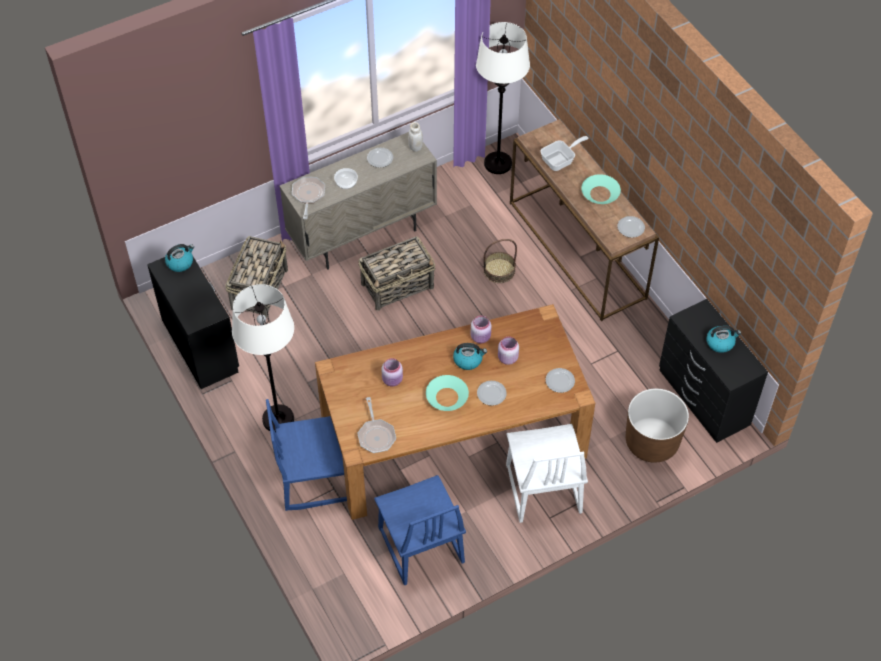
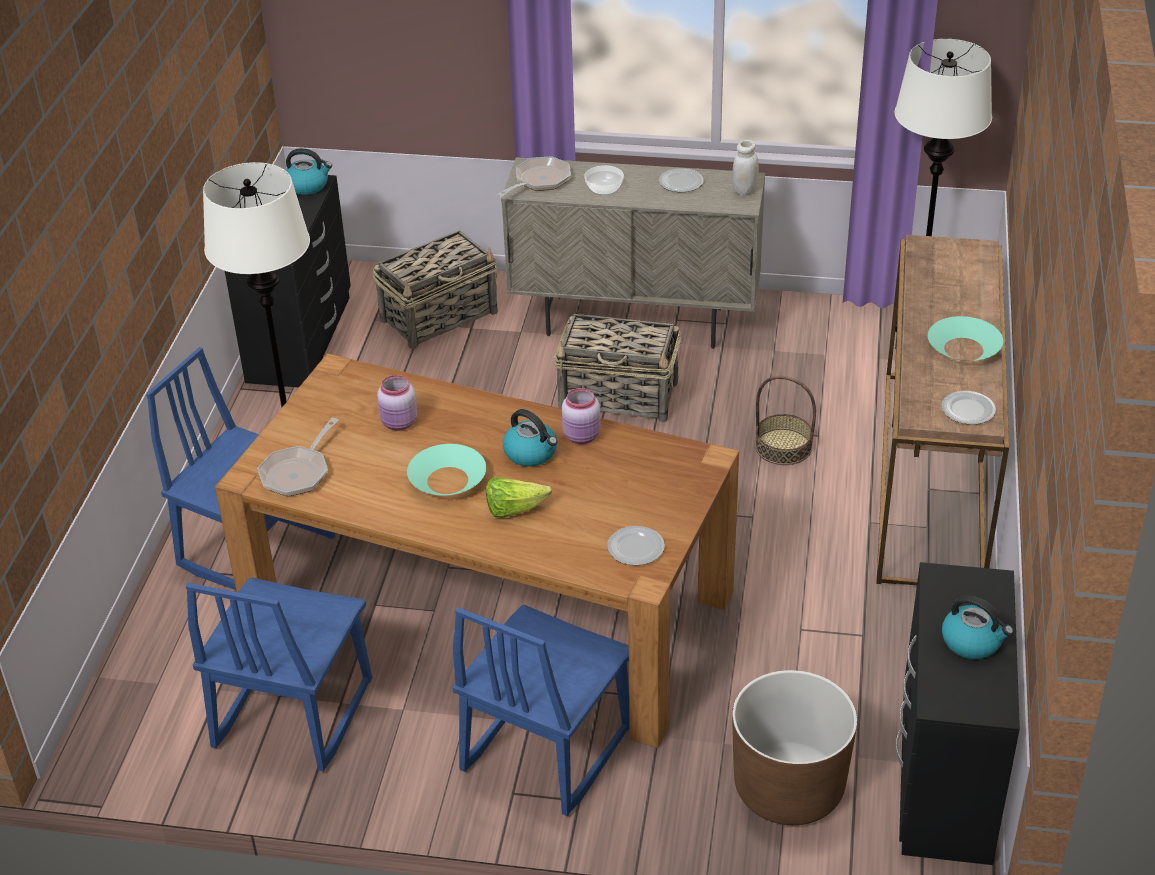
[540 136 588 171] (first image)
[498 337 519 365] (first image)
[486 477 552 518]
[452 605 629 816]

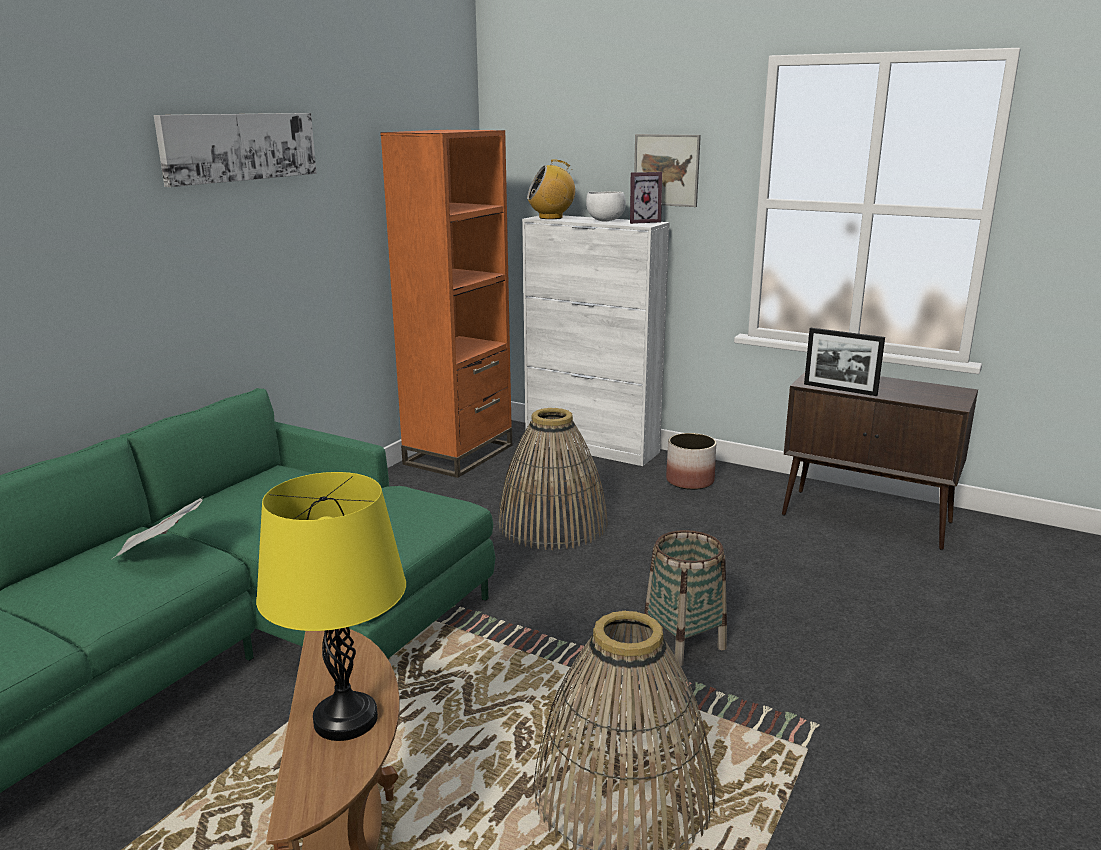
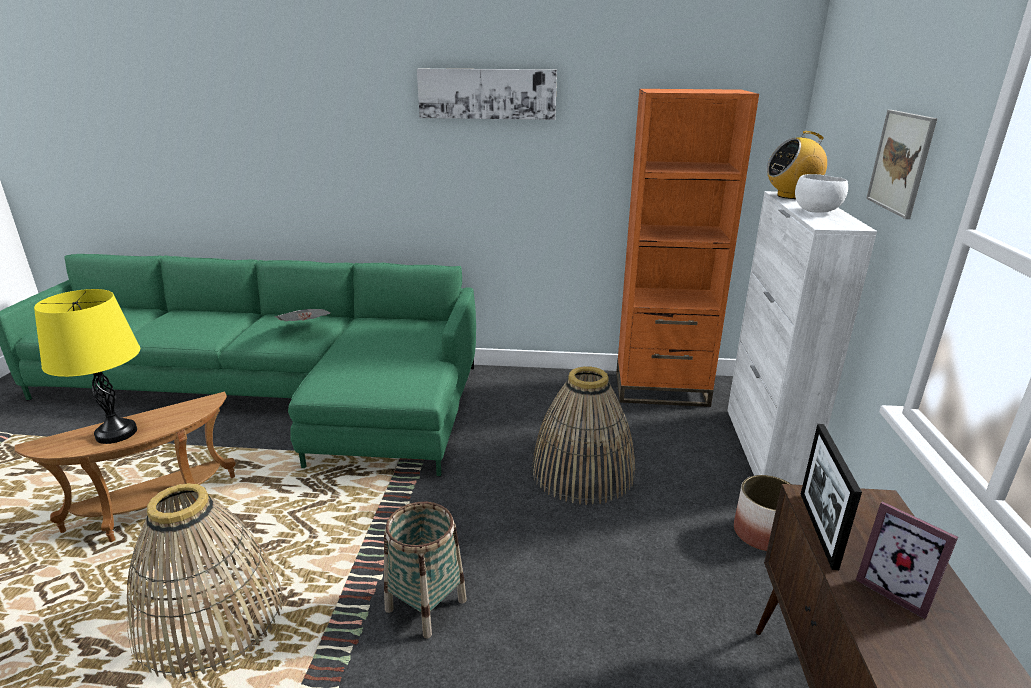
[767 131 827 199]
[856 501 958 619]

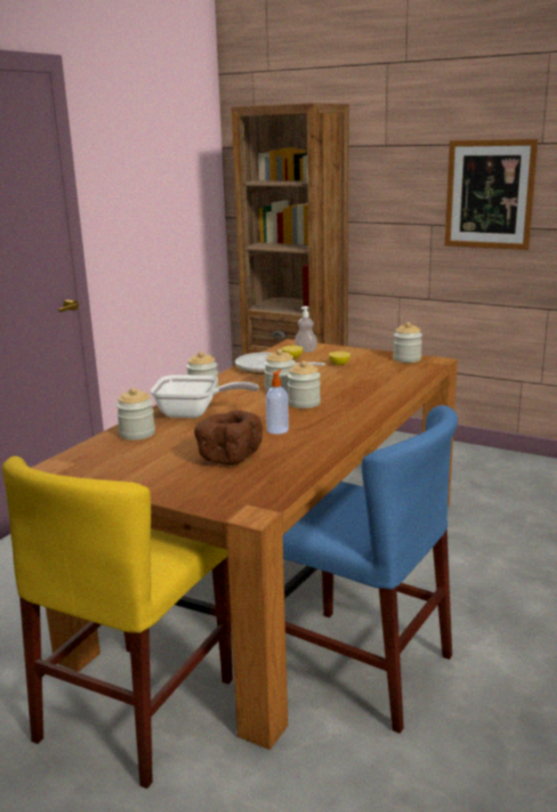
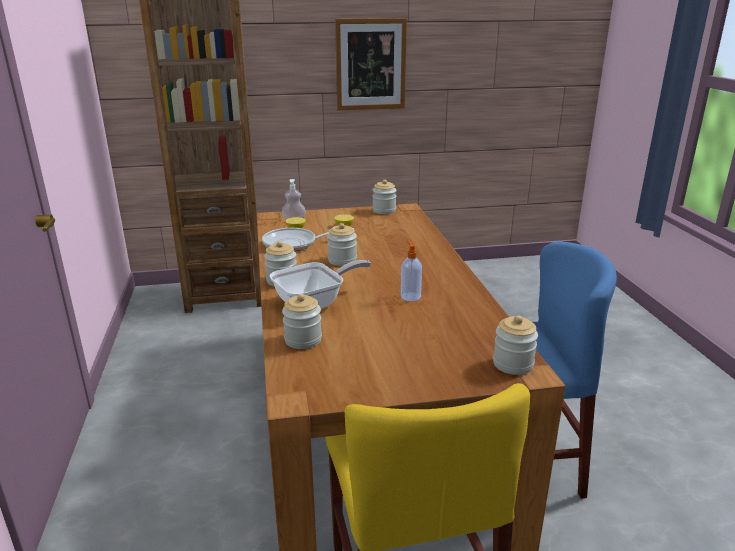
[493 316 538 375]
[194 410 263 465] (first image)

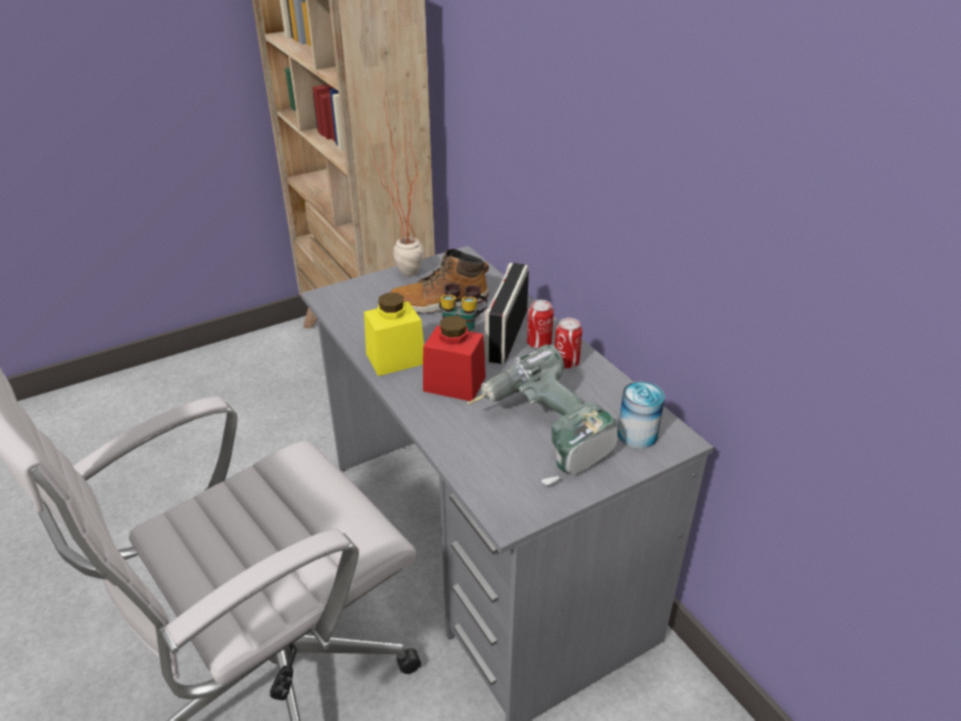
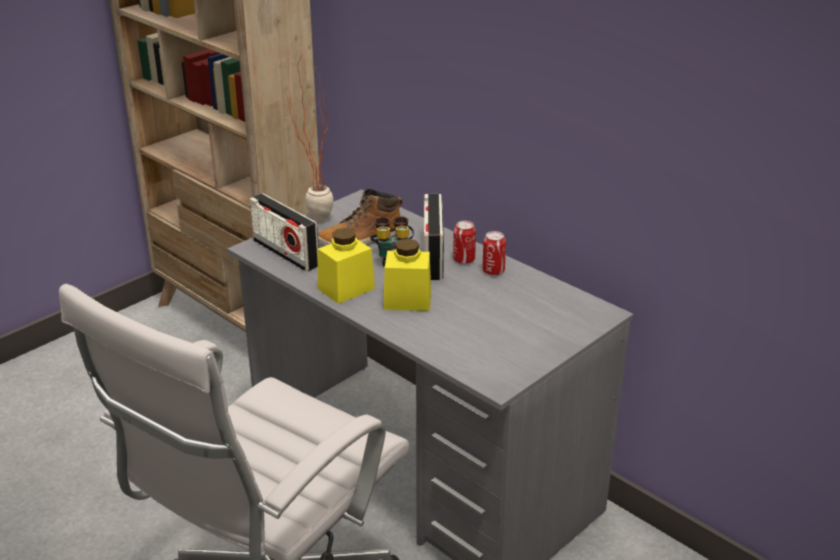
[383 239 431 311]
[466 345 618 485] (first image)
[617 381 665 449] (first image)
[250 193 319 272]

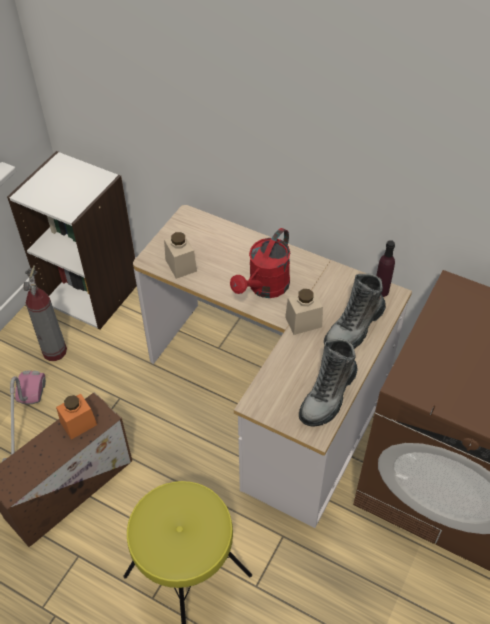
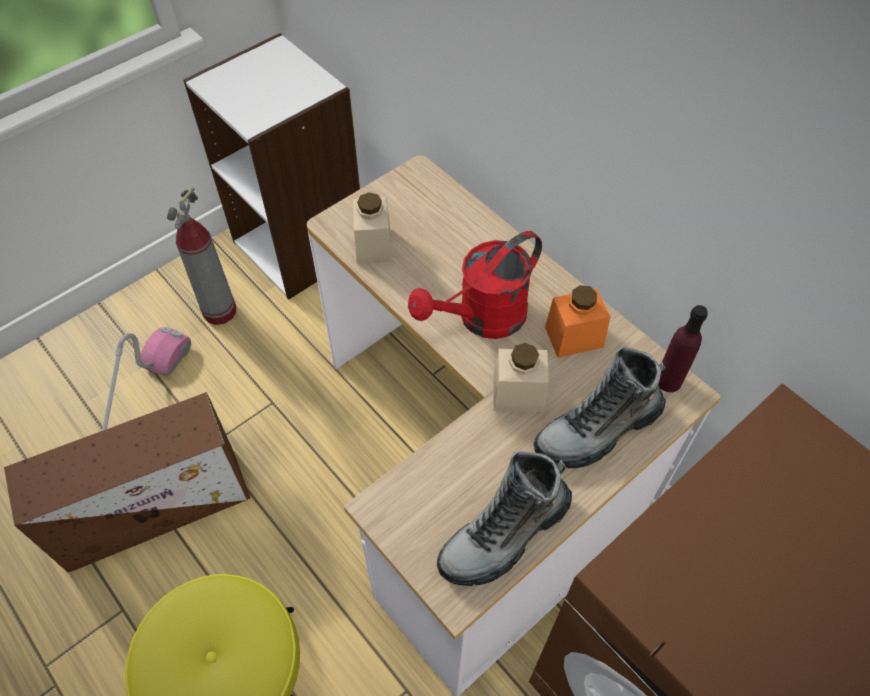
[545 285 610 358]

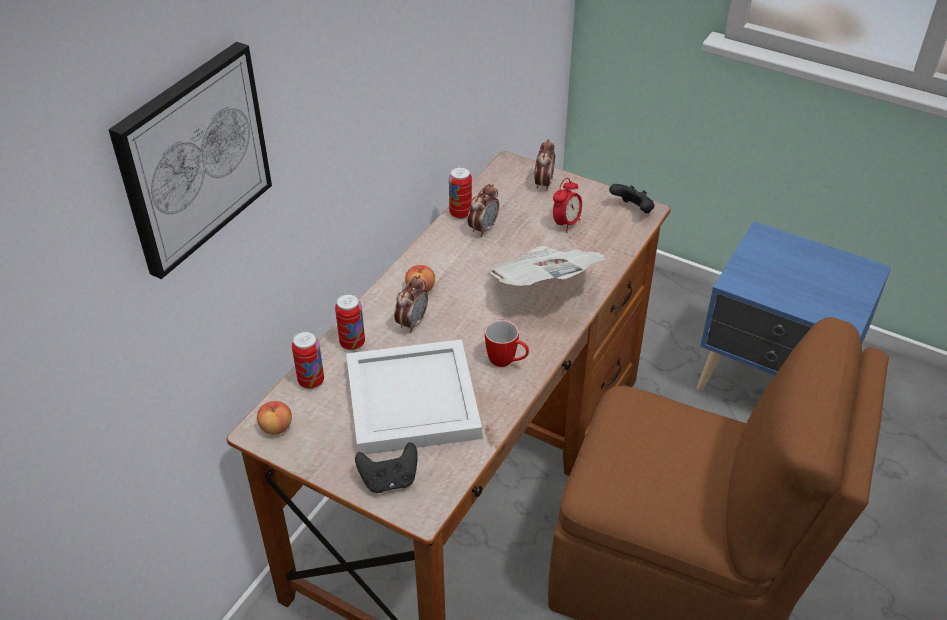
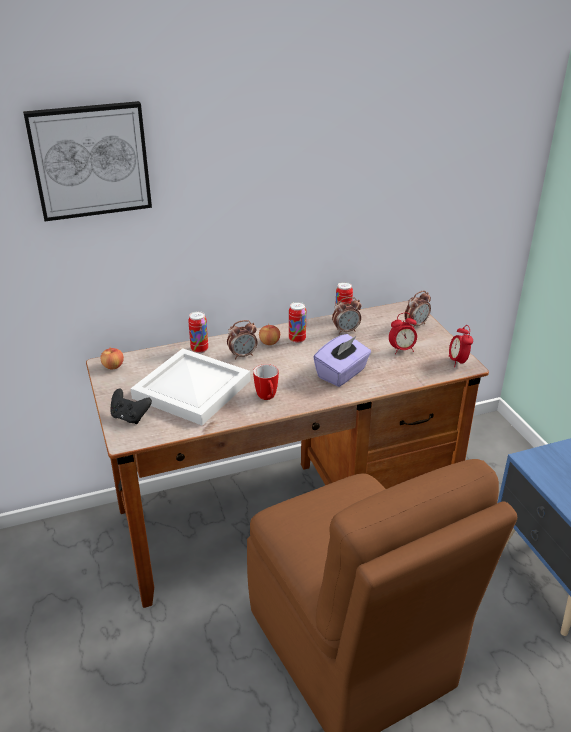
[449 325 473 367]
[313 334 371 387]
[289 302 306 343]

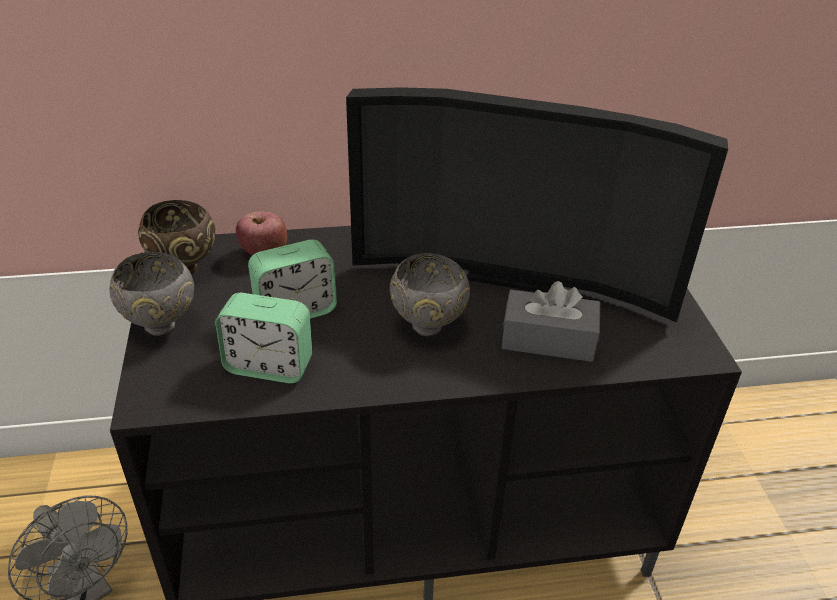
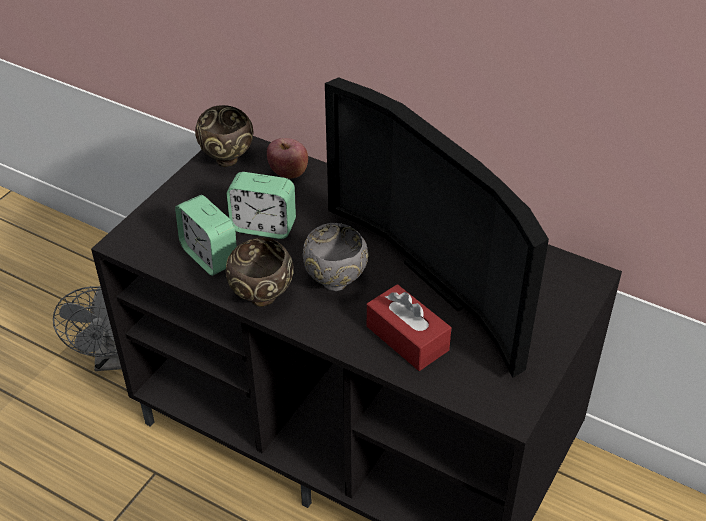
[109 252 194 336] (first image)
[367 284 451 371]
[226 237 294 307]

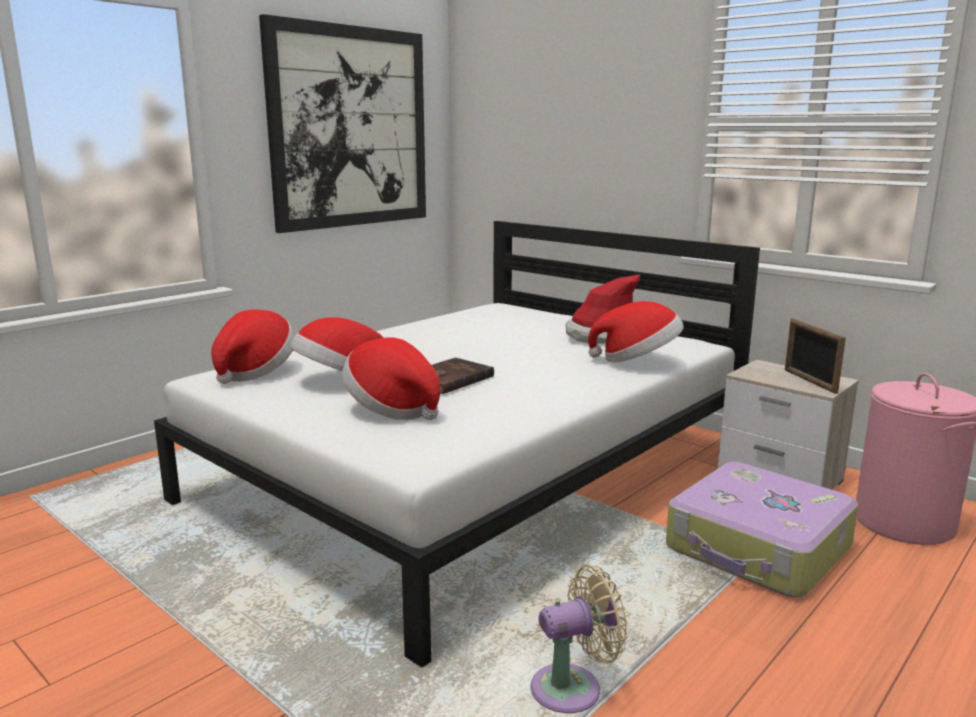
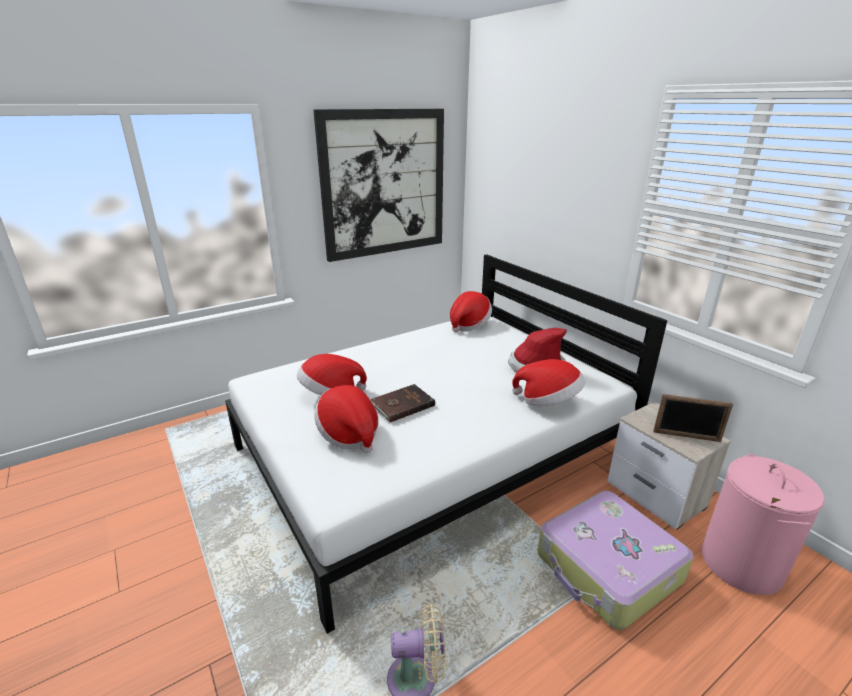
[450 291 492 332]
[653 394 733 442]

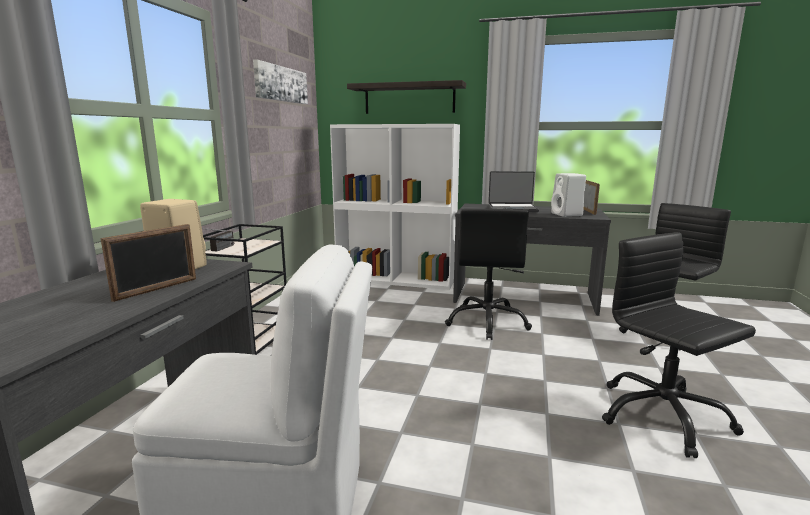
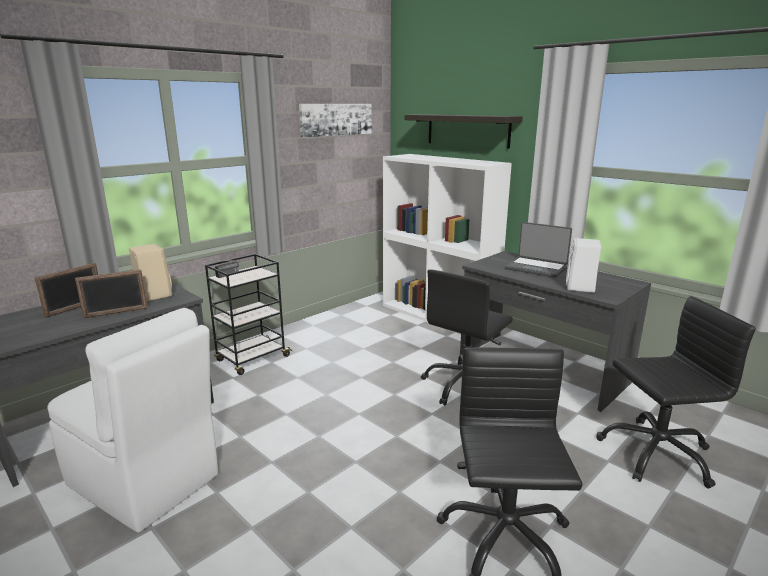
[34 263 98 318]

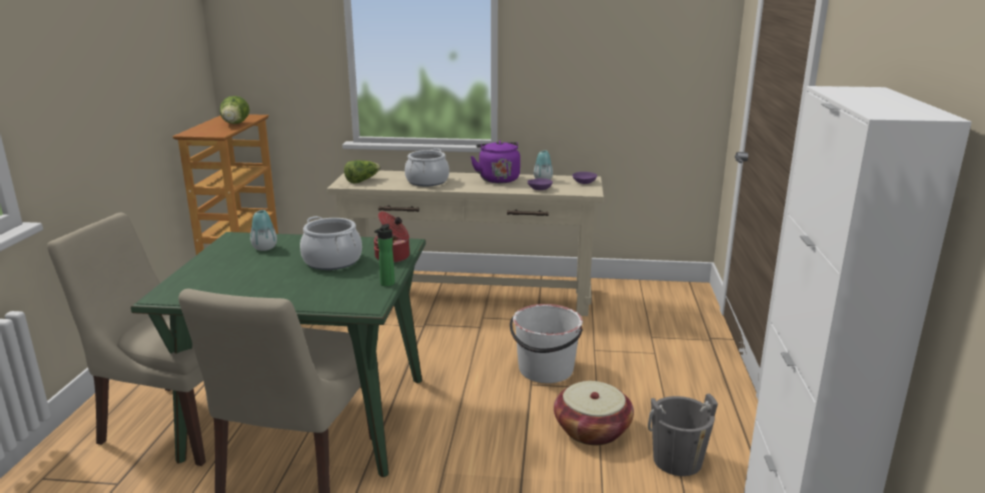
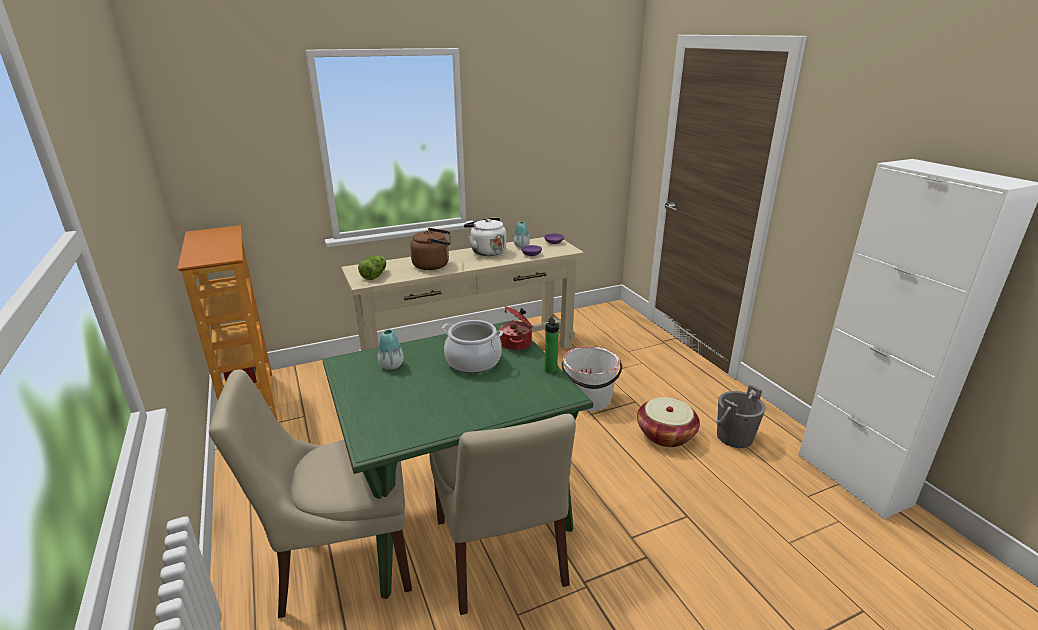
[220 96 250 124] (first image)
[464 218 506 256]
[410 228 451 270]

